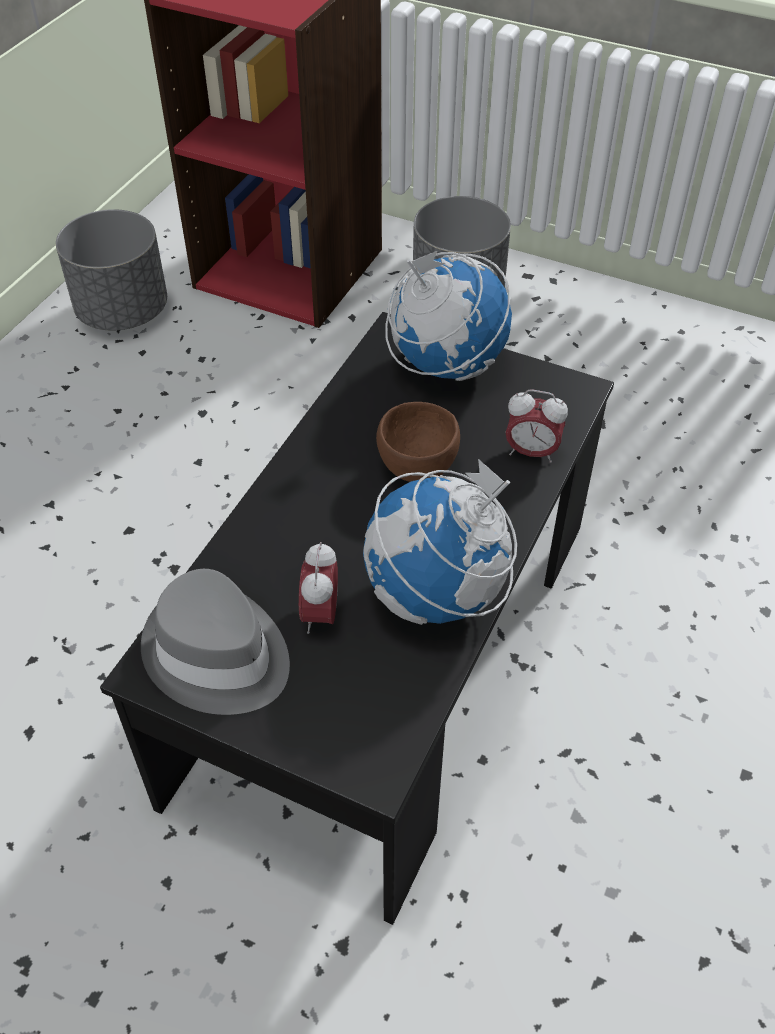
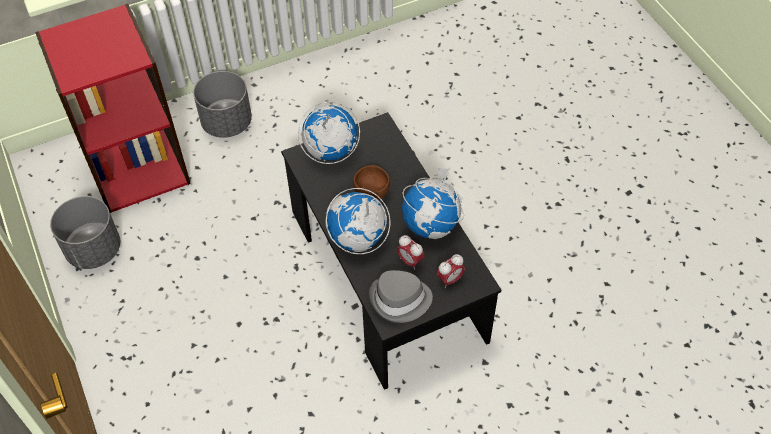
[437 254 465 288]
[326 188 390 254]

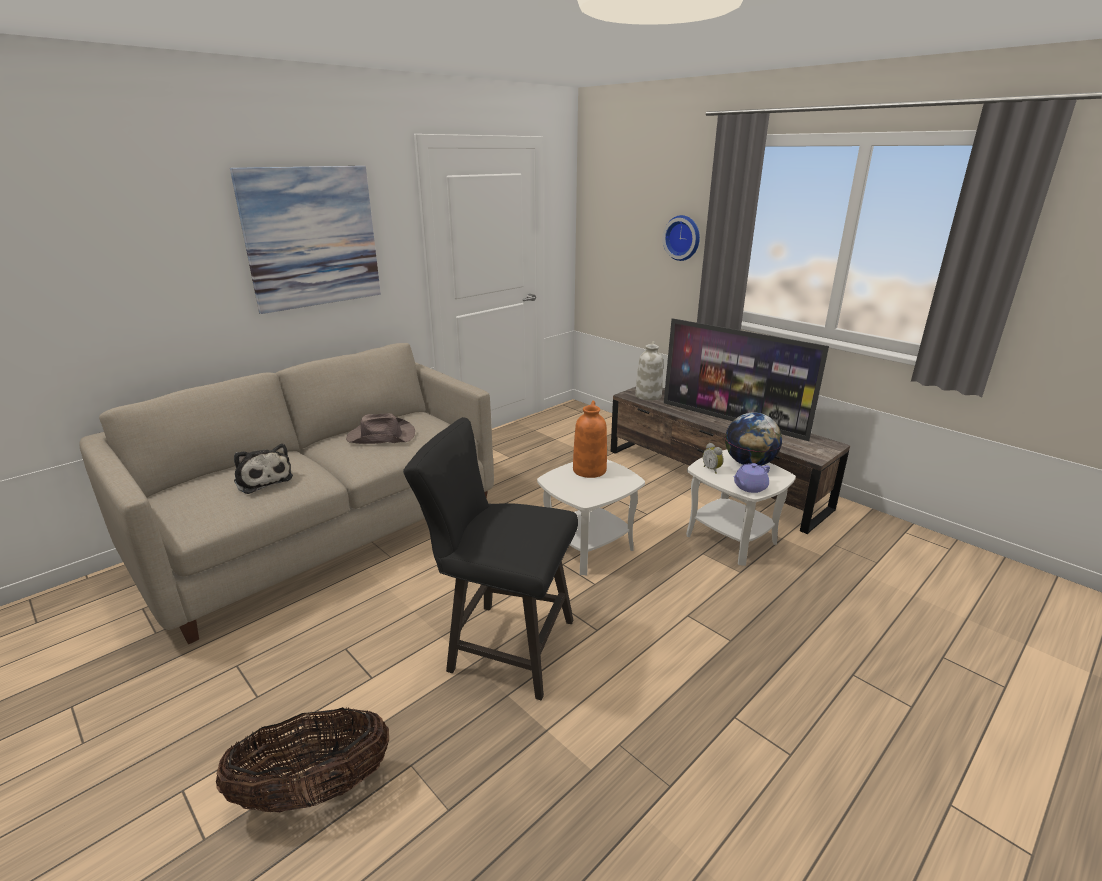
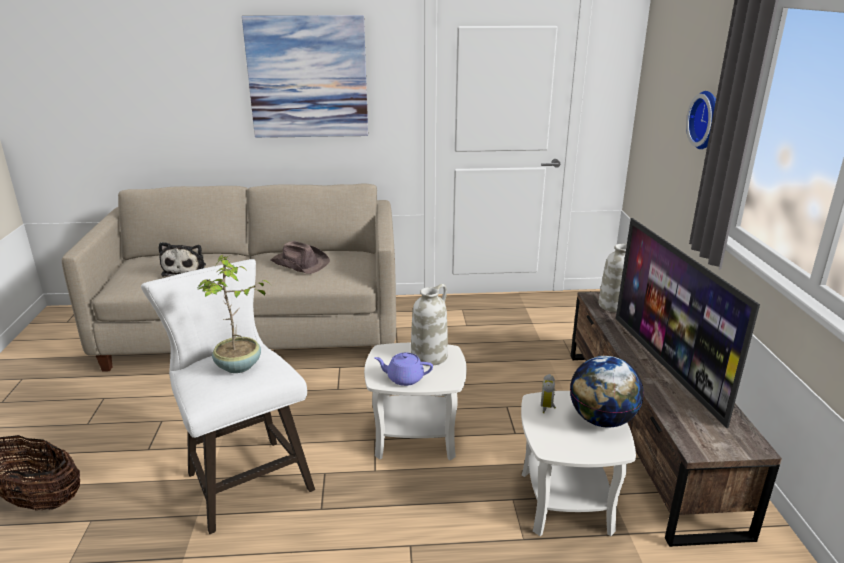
[411 284 448 366]
[141 259 315 534]
[374 353 433 386]
[197 255 271 373]

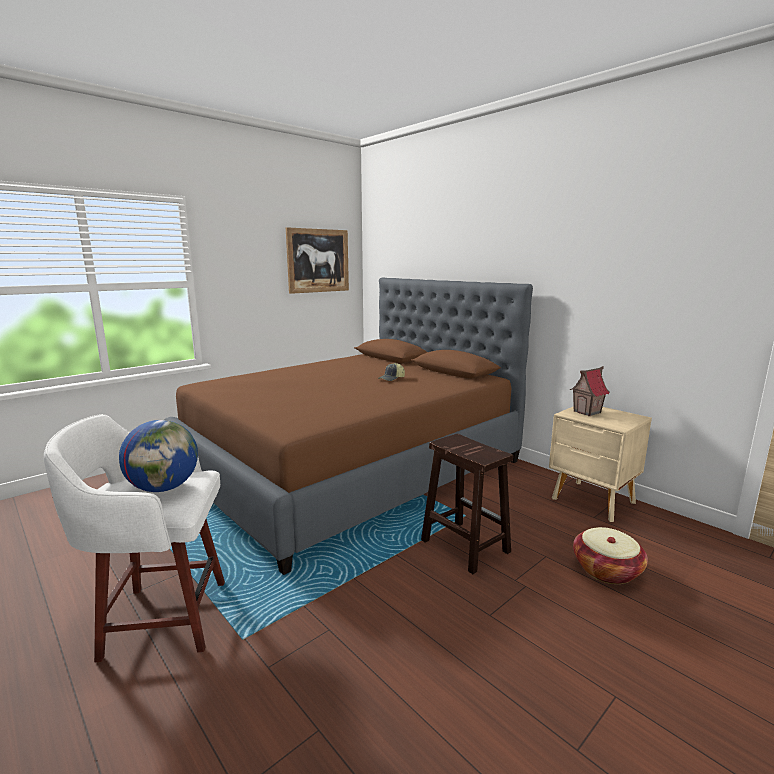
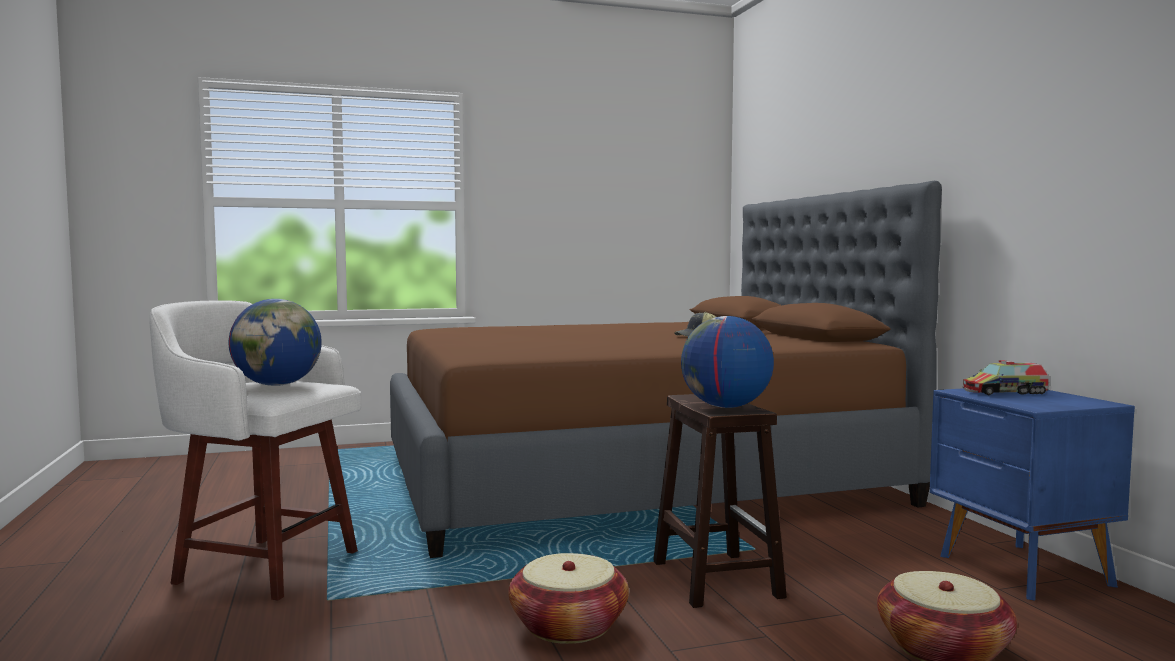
[286 227 349 294] (first image)
[963 360 1049 396]
[930 388 1135 601]
[681 316 774 408]
[509 553 629 644]

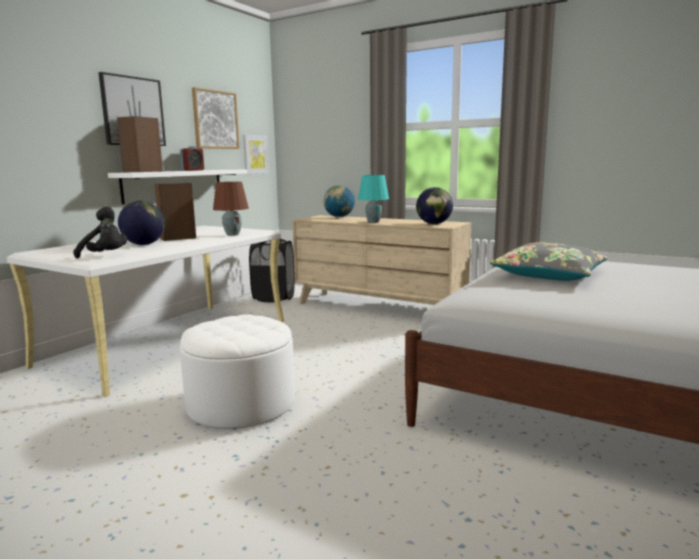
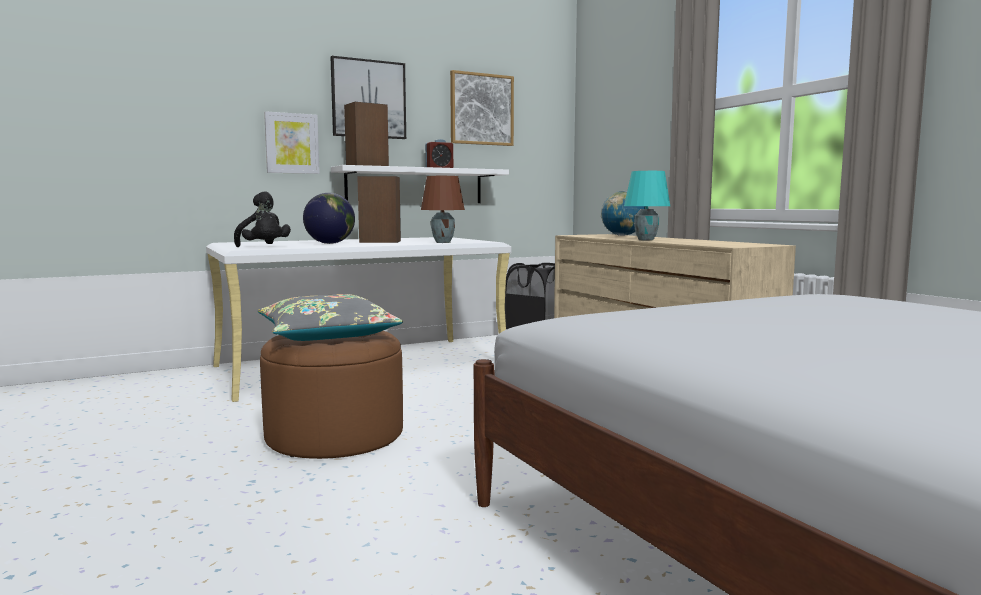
[264 111 320 174]
[416 187 453 224] (first image)
[258 294 403 341]
[260 331 403 459]

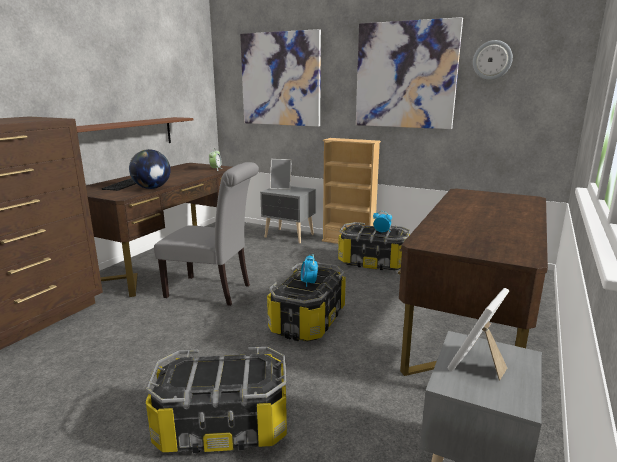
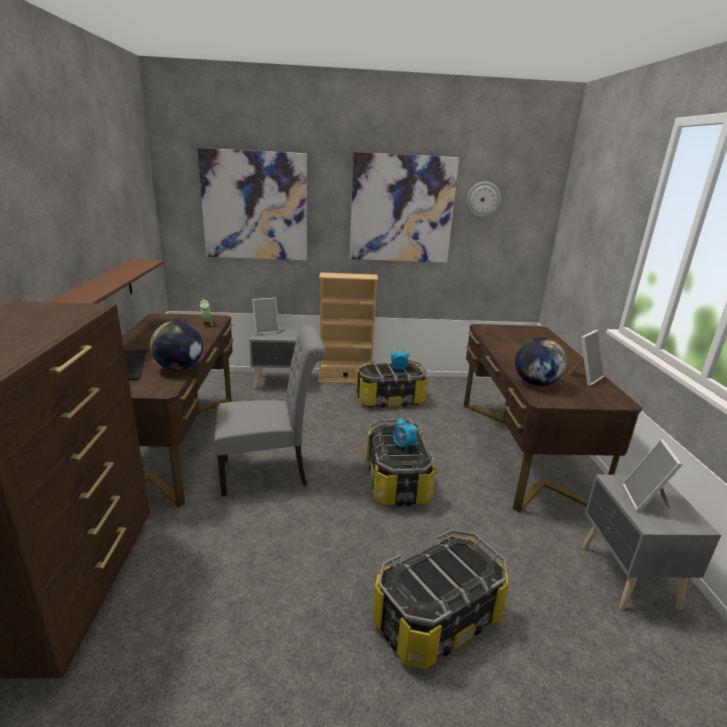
[568 330 604 386]
[515 337 567 386]

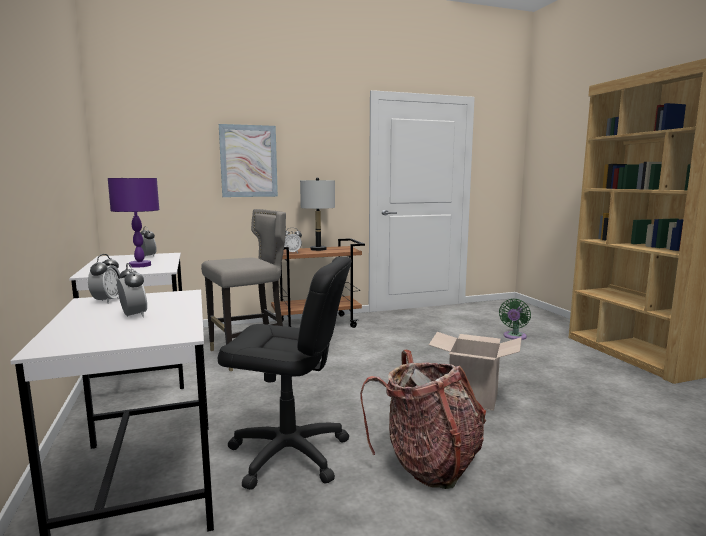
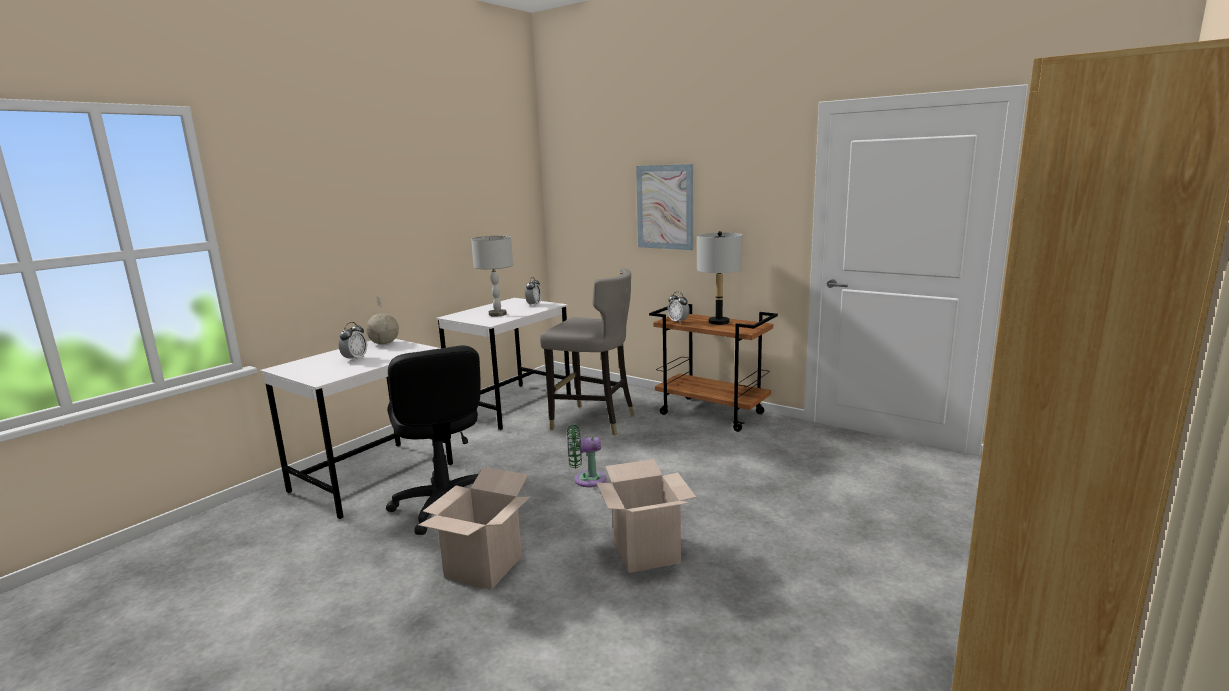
[471 236 513 317]
[366 296 399 345]
[567 425 606 487]
[418 467 530 590]

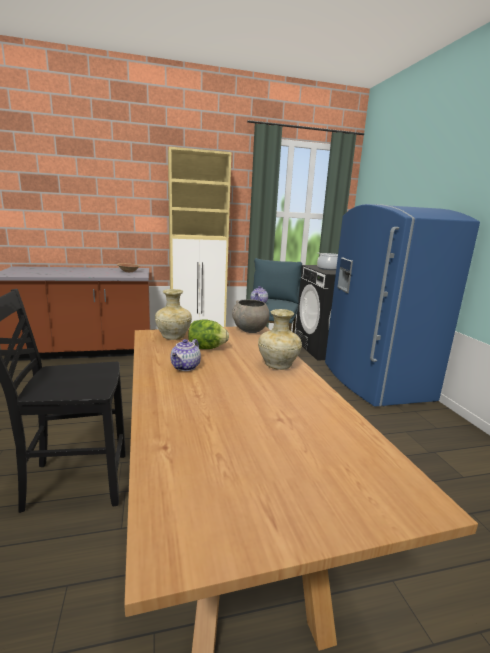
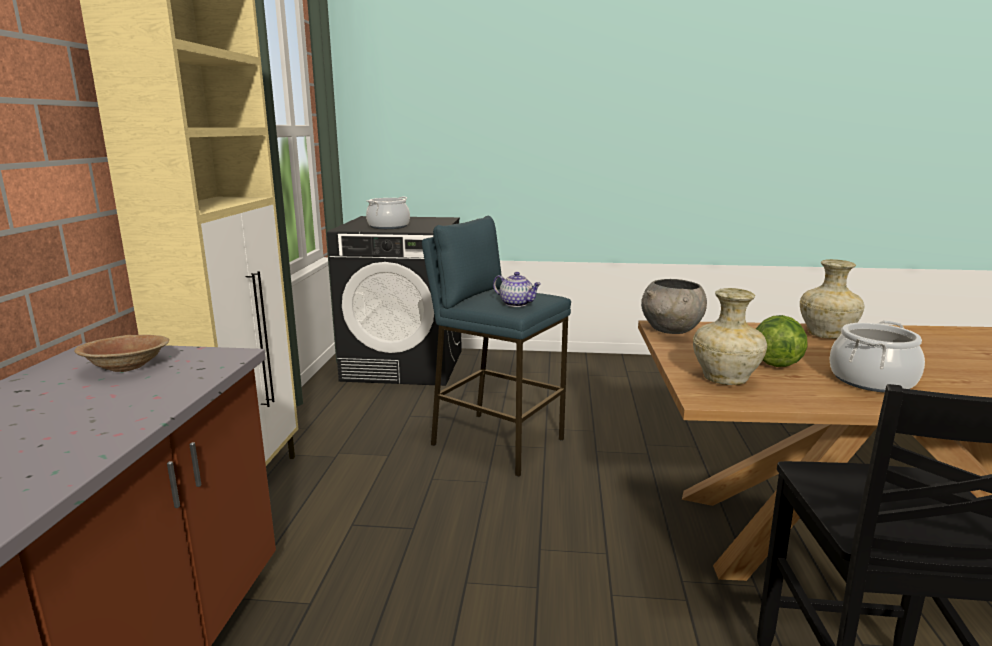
[325 204 480 407] (first image)
[830 320 925 393]

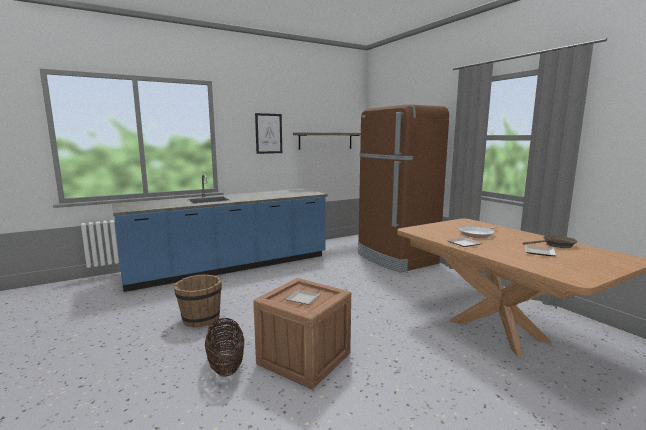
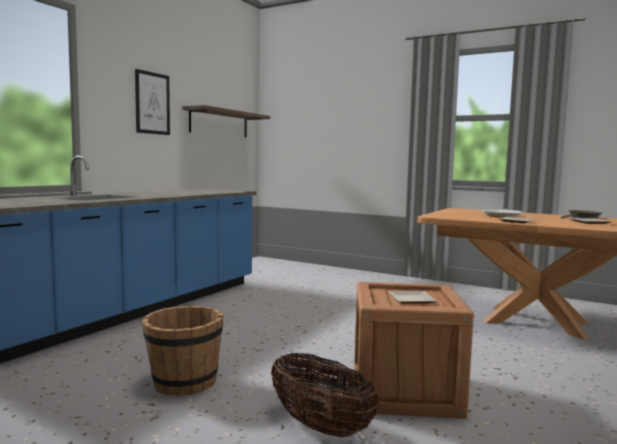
[358 105 449 273] (first image)

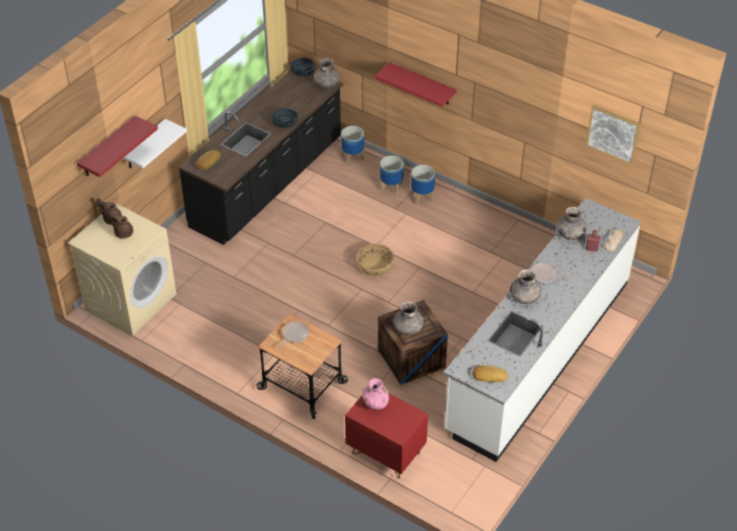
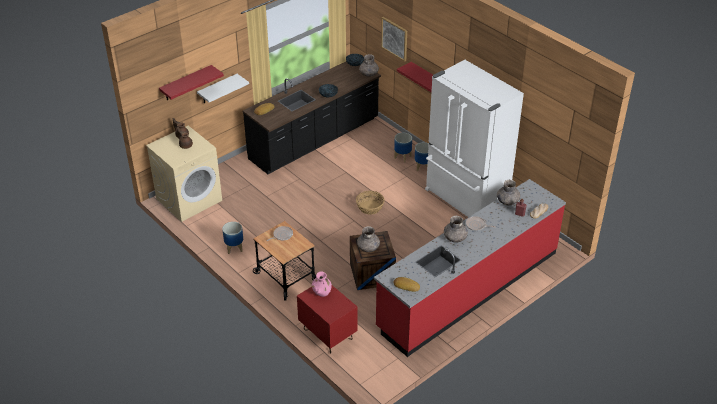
[381 17 407 62]
[222 222 243 254]
[374 179 566 357]
[425 60 524 217]

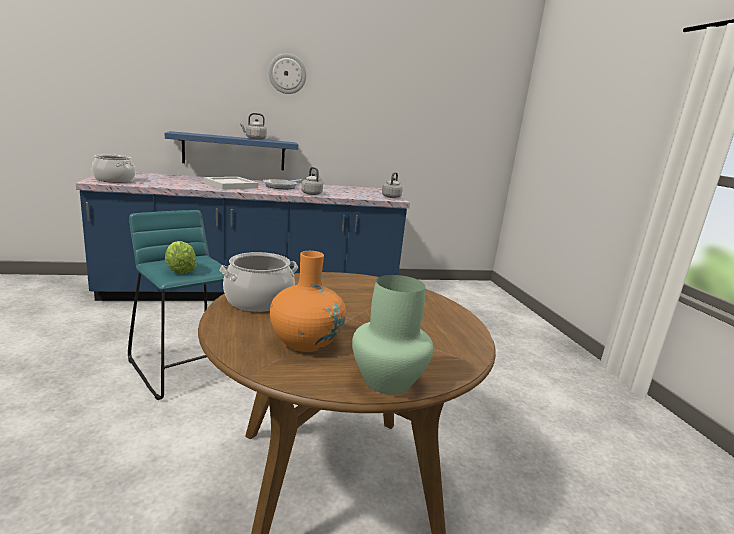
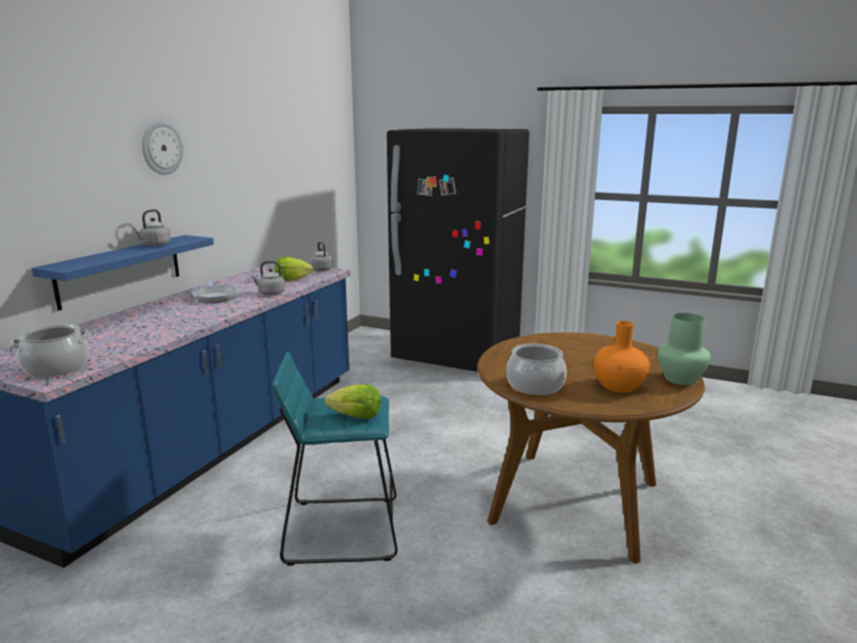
[204 177 258 190] (first image)
[387 128 529 372]
[275 257 313 281]

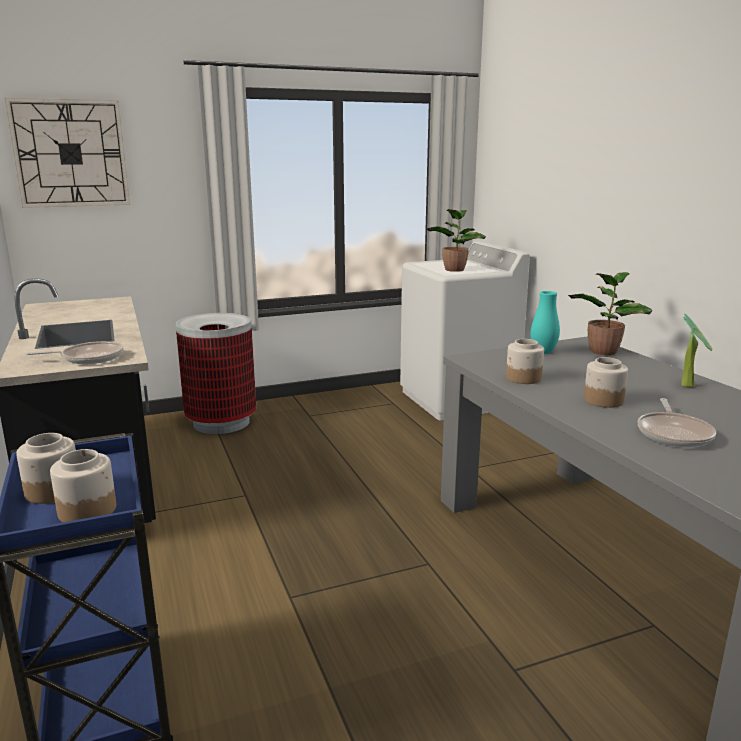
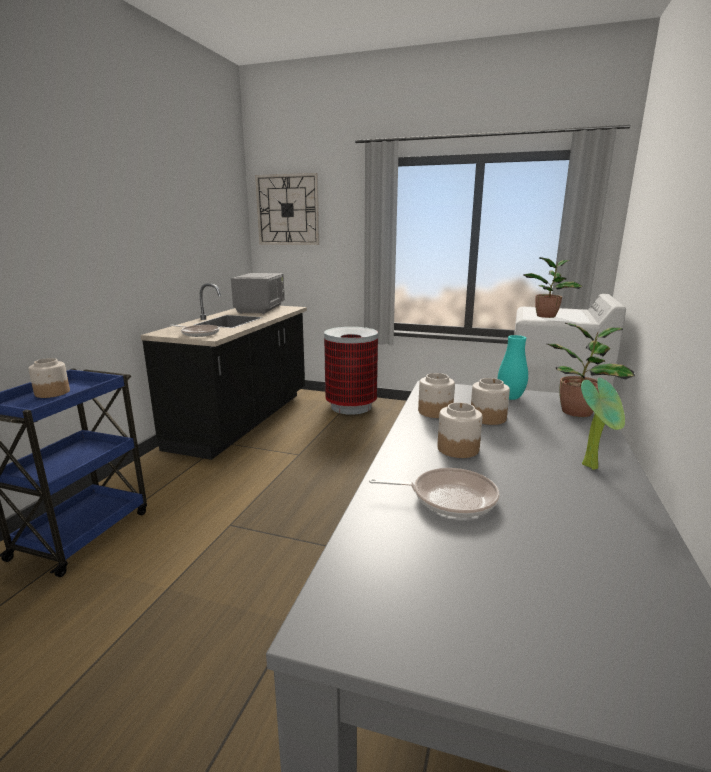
[369 468 500 518]
[471 378 510 425]
[231 273 285 314]

